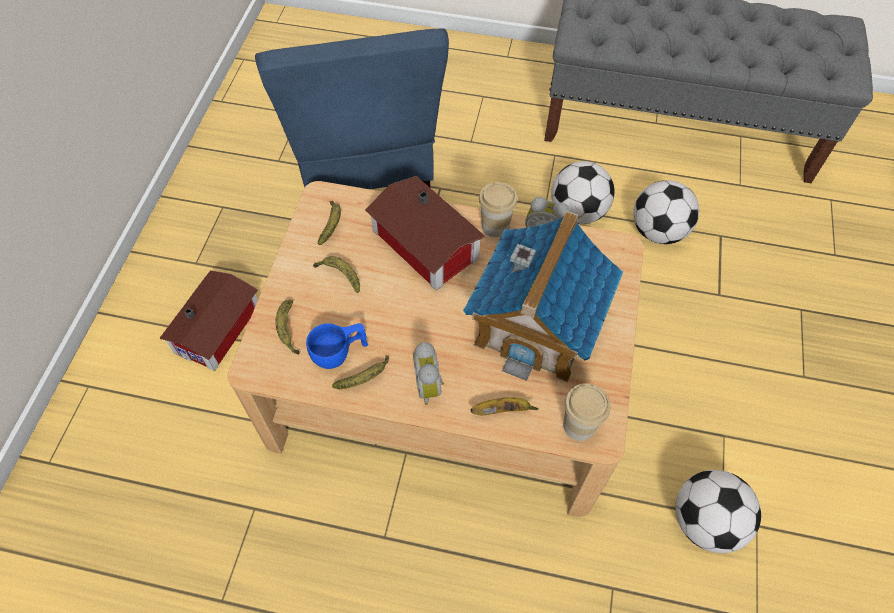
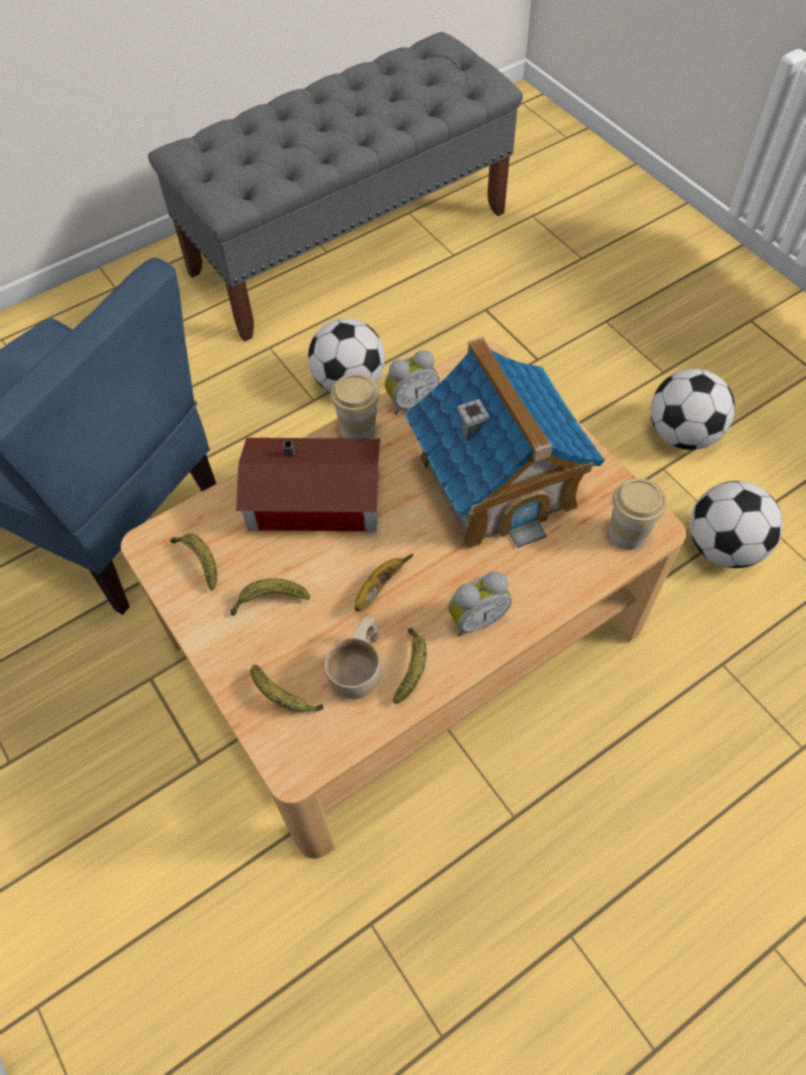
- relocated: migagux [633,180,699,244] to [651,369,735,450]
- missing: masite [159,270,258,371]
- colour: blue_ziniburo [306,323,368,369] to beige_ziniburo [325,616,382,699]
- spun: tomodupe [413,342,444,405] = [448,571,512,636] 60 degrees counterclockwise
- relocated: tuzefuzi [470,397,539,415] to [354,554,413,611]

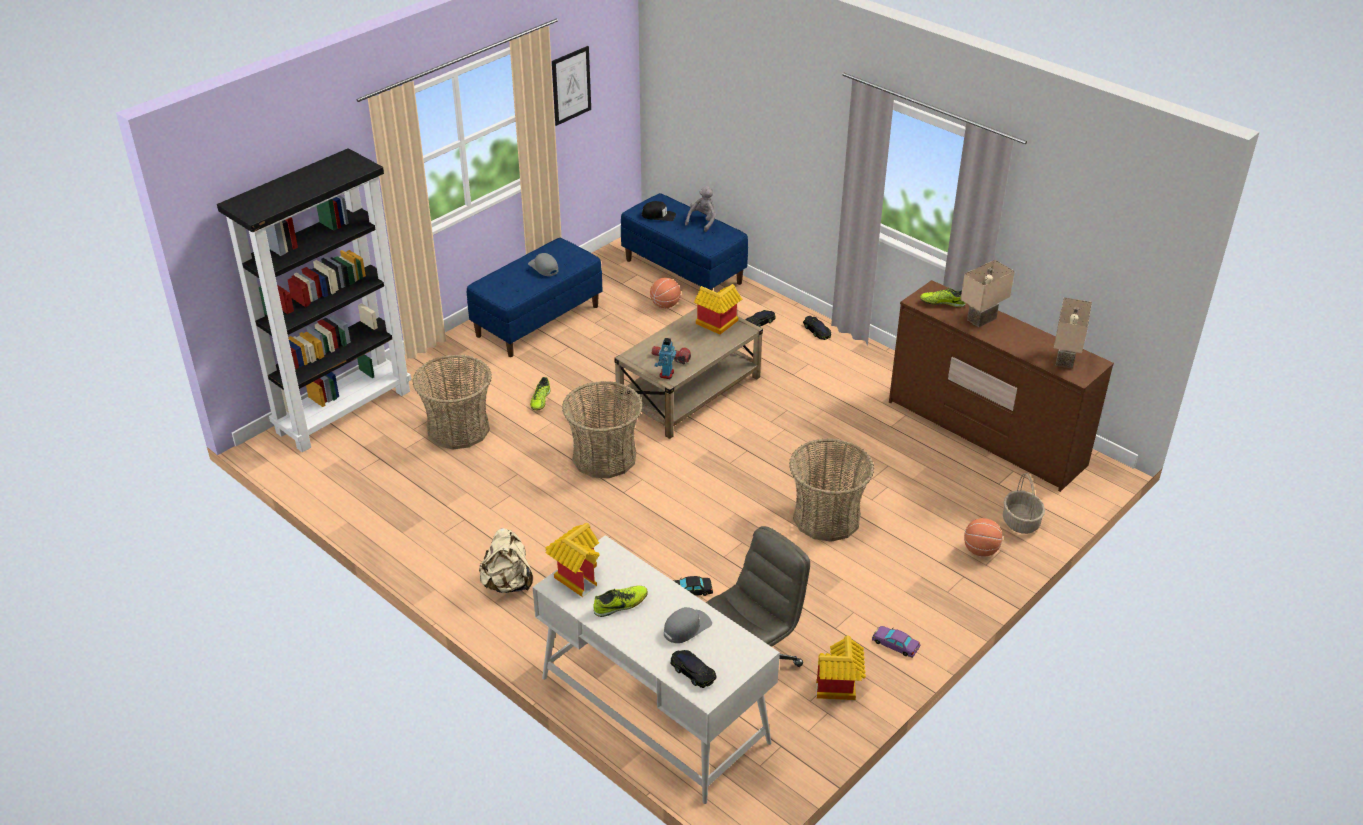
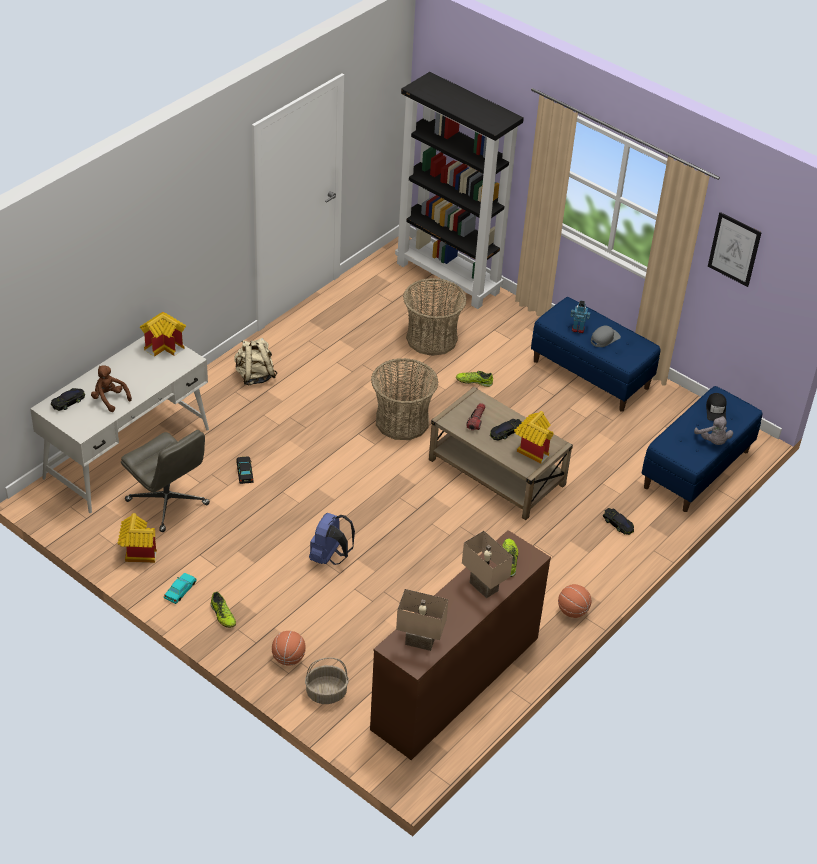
- spun: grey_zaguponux [685,186,715,232] = [694,416,733,445] 45 degrees clockwise
- relocated: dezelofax [650,278,681,308] to [558,584,591,618]
- relocated: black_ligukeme [803,316,831,340] to [490,419,522,441]
- relocated: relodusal [654,338,676,379] to [570,300,590,333]
- exchanged: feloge [789,438,874,542] to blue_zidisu [309,513,355,565]
- relocated: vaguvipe [593,585,648,617] to [211,592,236,628]
- exchanged: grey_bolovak [664,607,712,643] to brown_zaguponux [91,365,132,412]
- colour: purple_ligukeme [872,626,921,658] to turquoise_ligukeme [164,573,197,604]

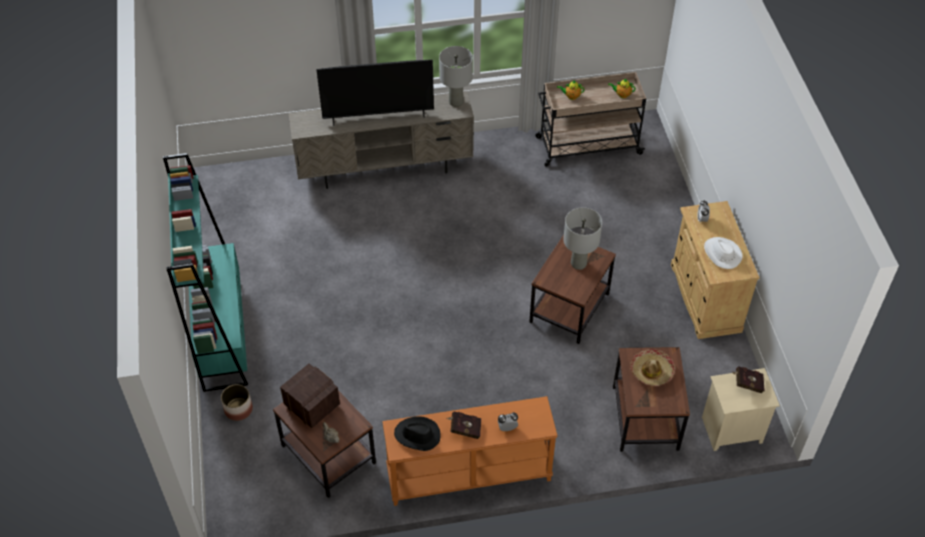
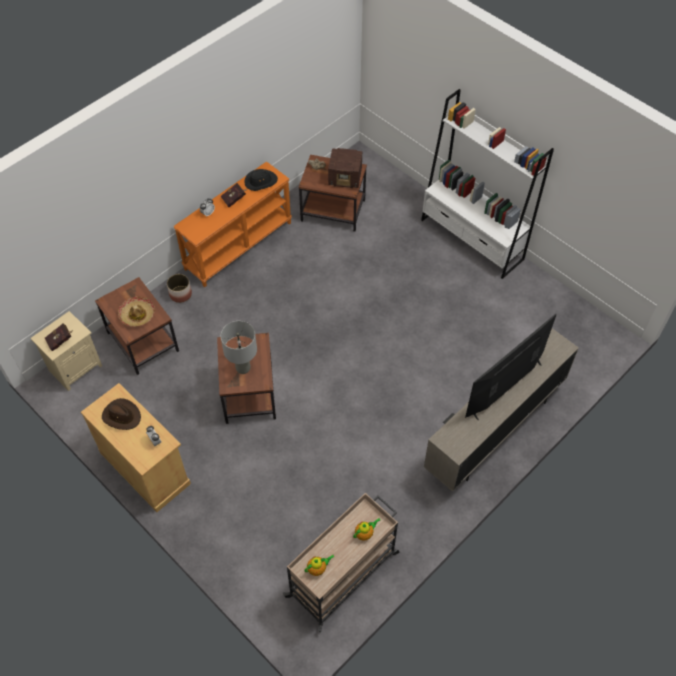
- missing: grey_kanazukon [439,46,473,107]
- colour: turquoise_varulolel [163,153,248,392] to white_varulolel [421,89,554,279]
- colour: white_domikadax [704,237,743,269] to brown_domikadax [102,398,141,430]
- relocated: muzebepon [221,384,253,421] to [167,274,192,303]

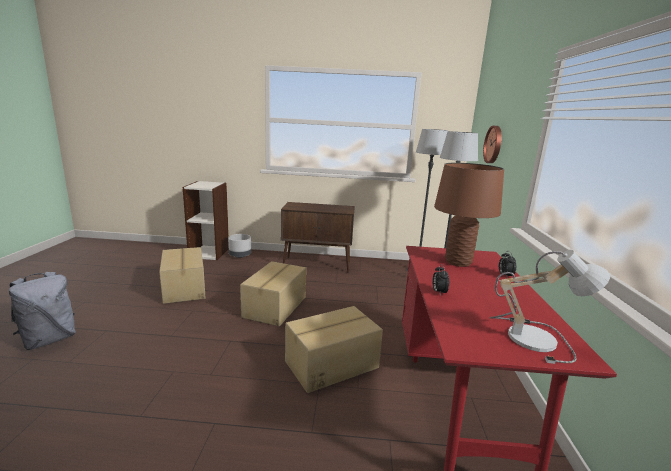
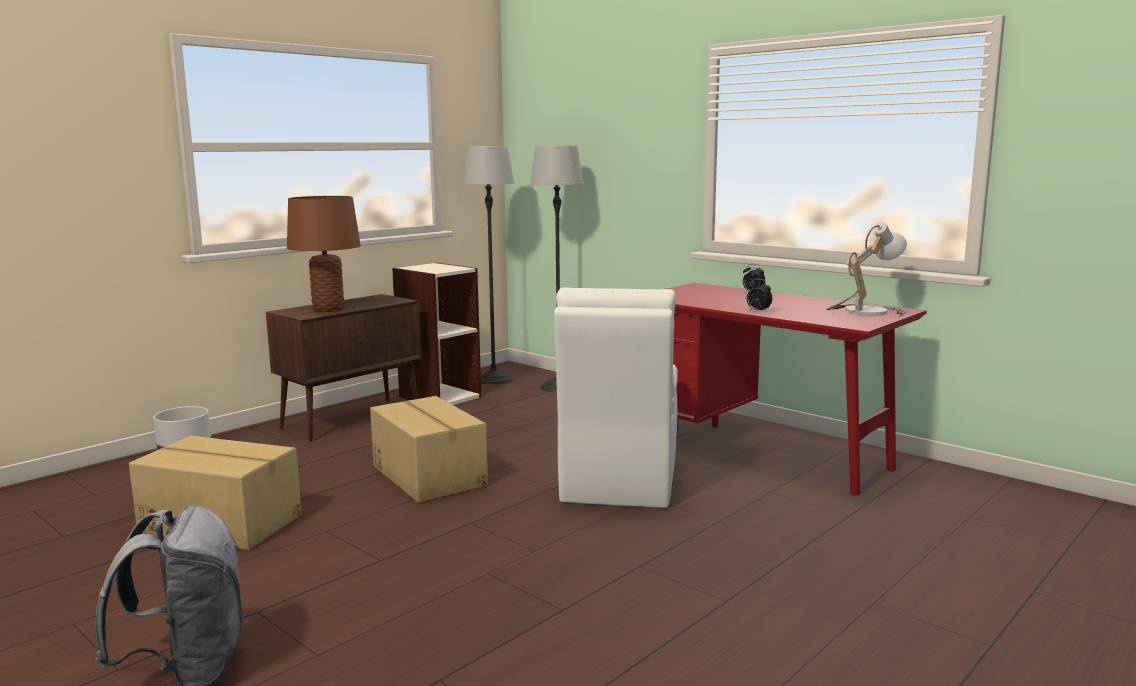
- missing: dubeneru [483,126,502,163]
- relocated: brown_kanazukon [434,163,504,267] to [287,196,361,312]
- relocated: varulolel [183,181,229,260] to [392,263,481,405]
- exchanged: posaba [285,306,383,393] to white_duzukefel [554,287,678,508]

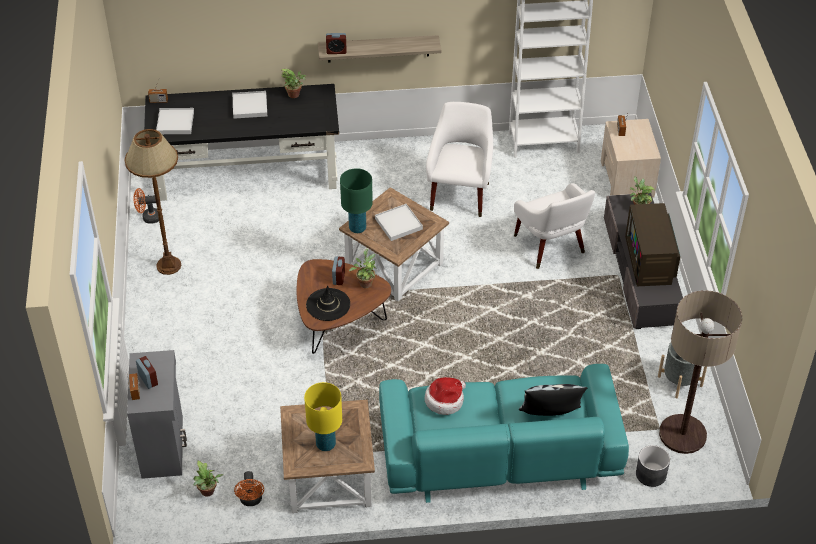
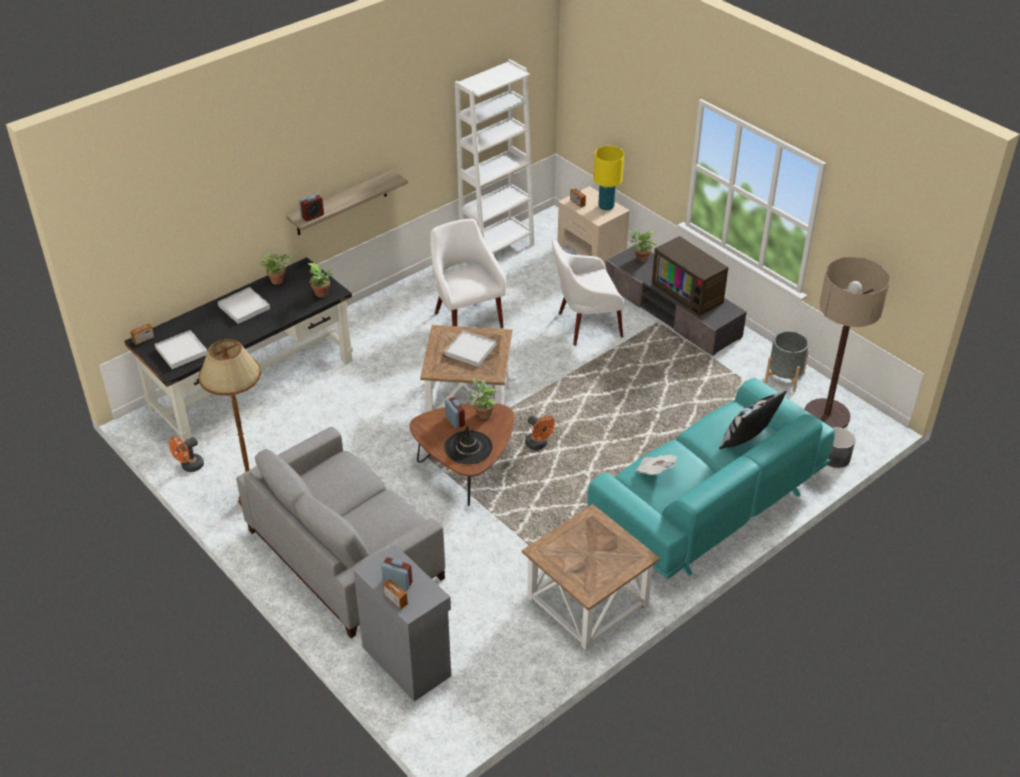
- missing: green_kanazukon [340,168,373,233]
- spun: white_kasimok [514,183,595,269] = [552,240,624,346] 135 degrees clockwise
- exchanged: domikadax [425,377,466,415] to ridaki [635,455,678,475]
- relocated: yellow_kanazukon [304,382,342,451] to [594,146,624,210]
- relocated: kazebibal [194,461,223,497] to [307,263,333,297]
- relocated: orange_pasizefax [234,471,264,506] to [525,415,555,450]
- appeared: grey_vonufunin [236,427,445,638]

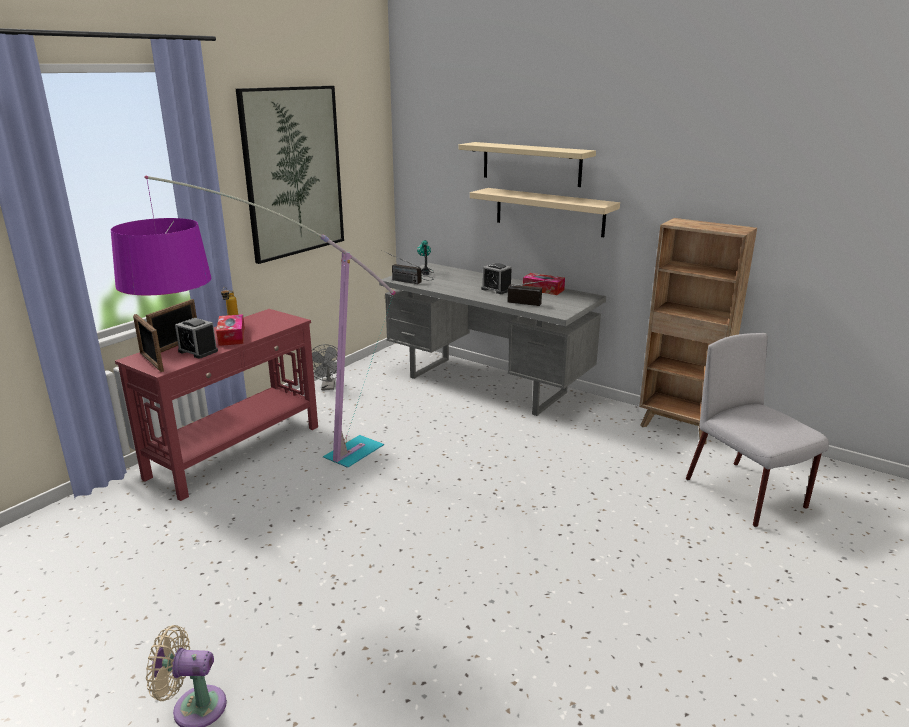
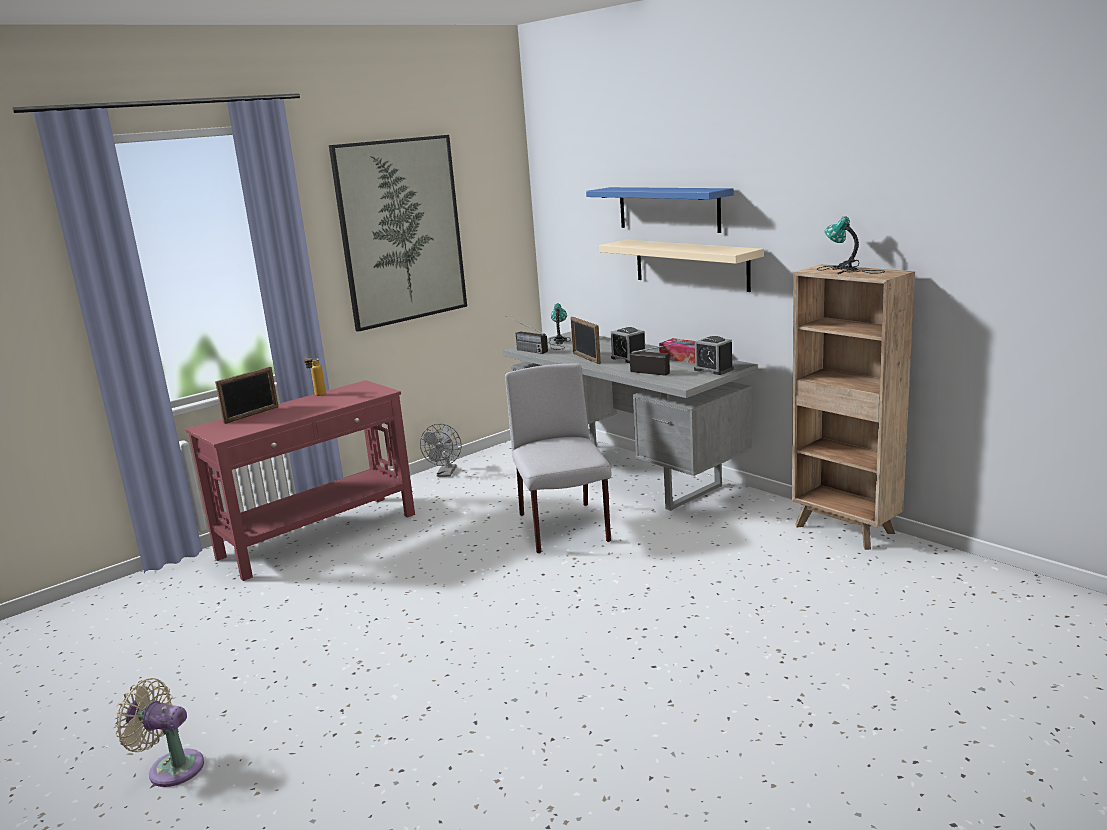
- colour: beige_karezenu [459,142,596,187] to blue_karezenu [586,187,734,233]
- missing: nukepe [111,175,395,468]
- relocated: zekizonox [133,314,164,372] to [570,317,601,364]
- missing: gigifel [216,314,245,346]
- relocated: tomodupe [175,318,218,358] to [694,336,734,375]
- relocated: grey_duzukefel [686,333,829,527] to [505,363,611,554]
- appeared: kanazukon [817,216,885,274]

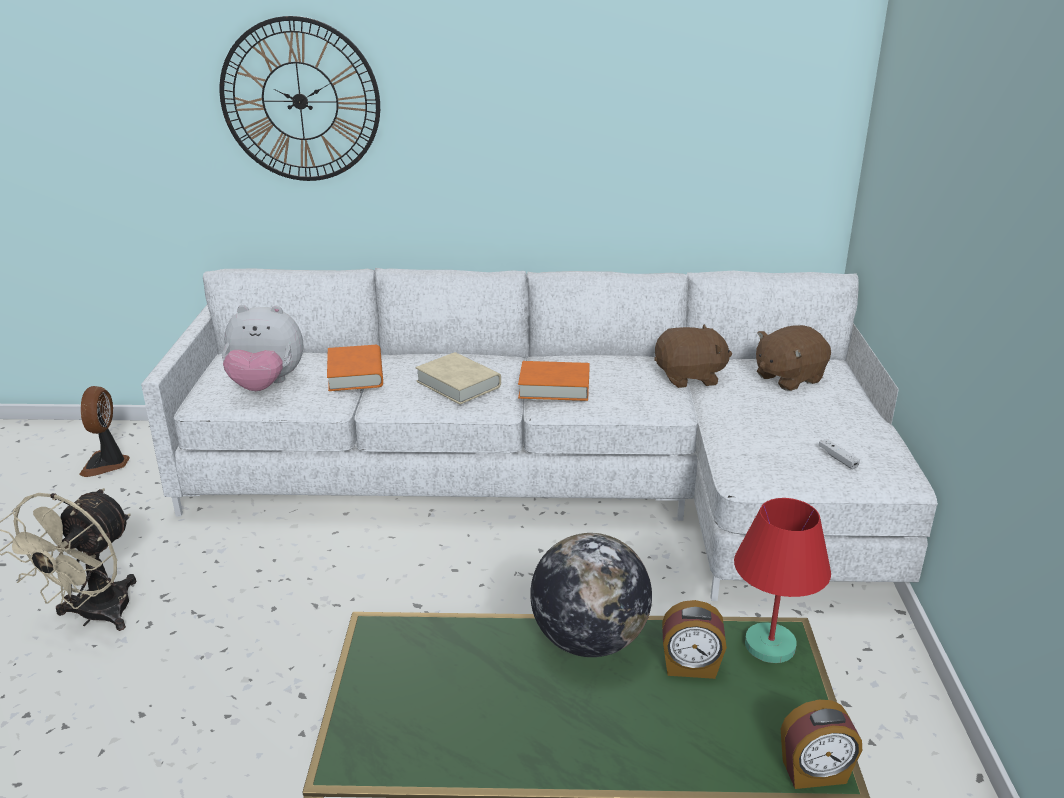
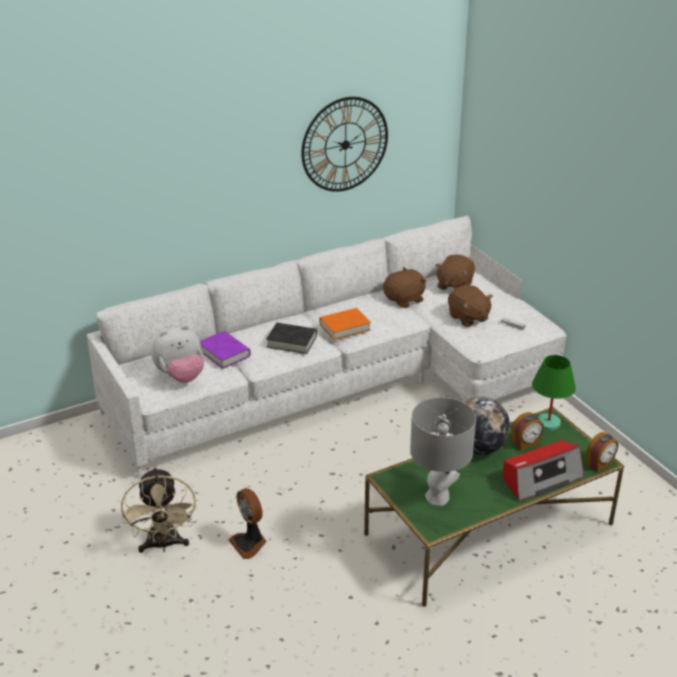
- relocated: dubeneru [220,16,380,181] to [301,97,388,192]
- colour: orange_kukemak [327,345,383,391] to purple_kukemak [200,331,251,369]
- colour: beige_kukemak [416,352,501,405] to black_kukemak [266,323,317,354]
- relocated: pasizefax [79,386,130,477] to [229,488,267,559]
- colour: red_kanazukon [734,498,831,663] to green_kanazukon [532,355,576,431]
- appeared: brown_zaguponux [448,285,493,327]
- appeared: grey_kanazukon [410,397,476,506]
- appeared: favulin [503,440,584,501]

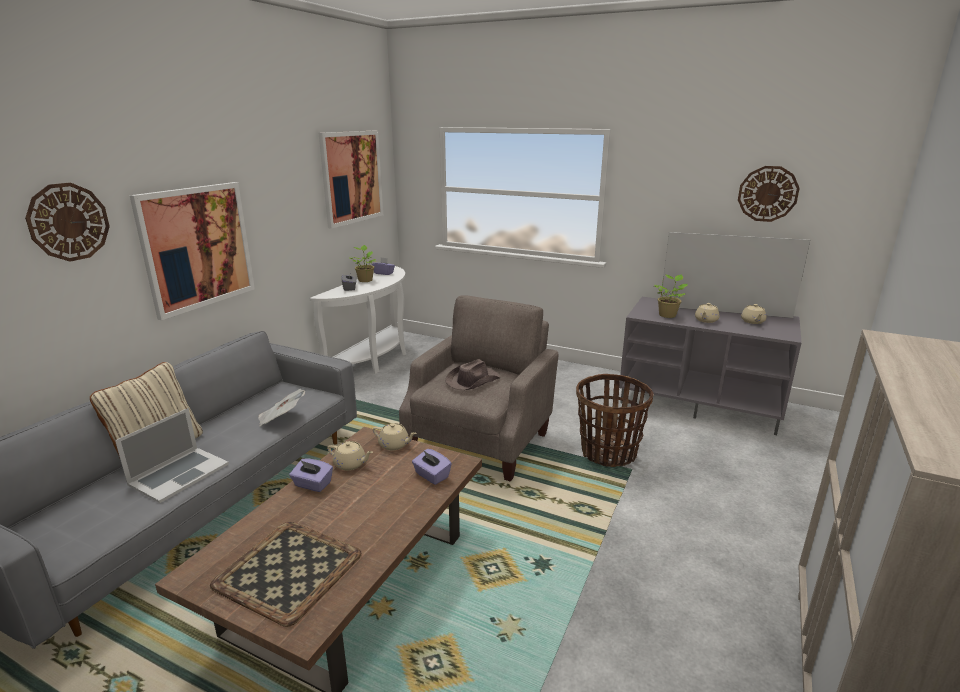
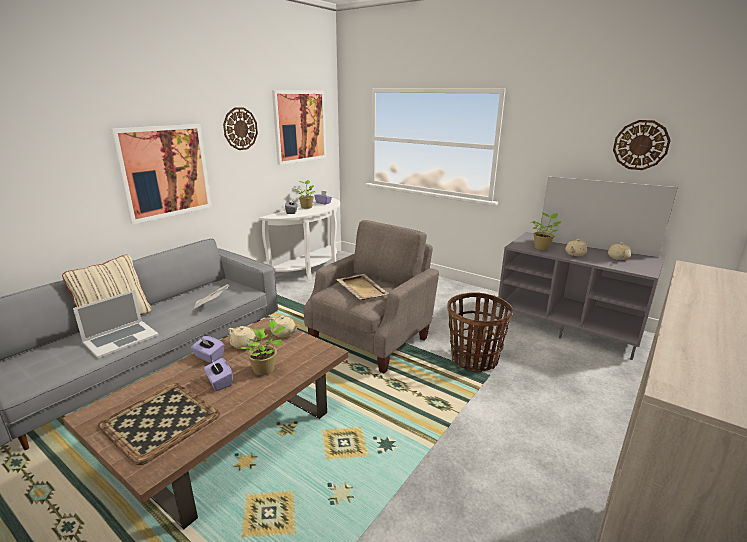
- relocated: dubeneru [25,183,110,262] to [223,107,258,150]
- exchanged: brown_domikadax [445,359,500,390] to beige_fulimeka [336,274,388,300]
- relocated: purple_gigifel [412,449,452,485] to [204,358,233,391]
- appeared: kazebibal [240,320,285,375]

